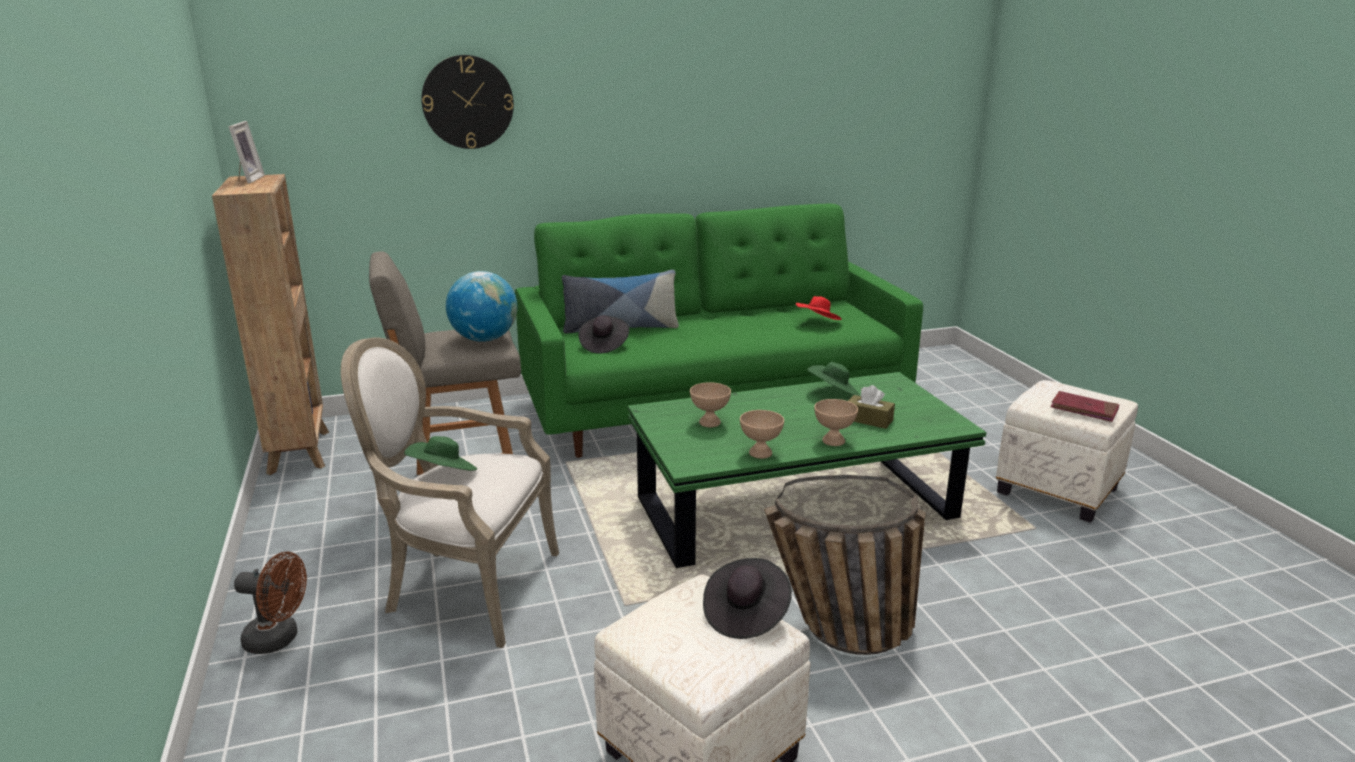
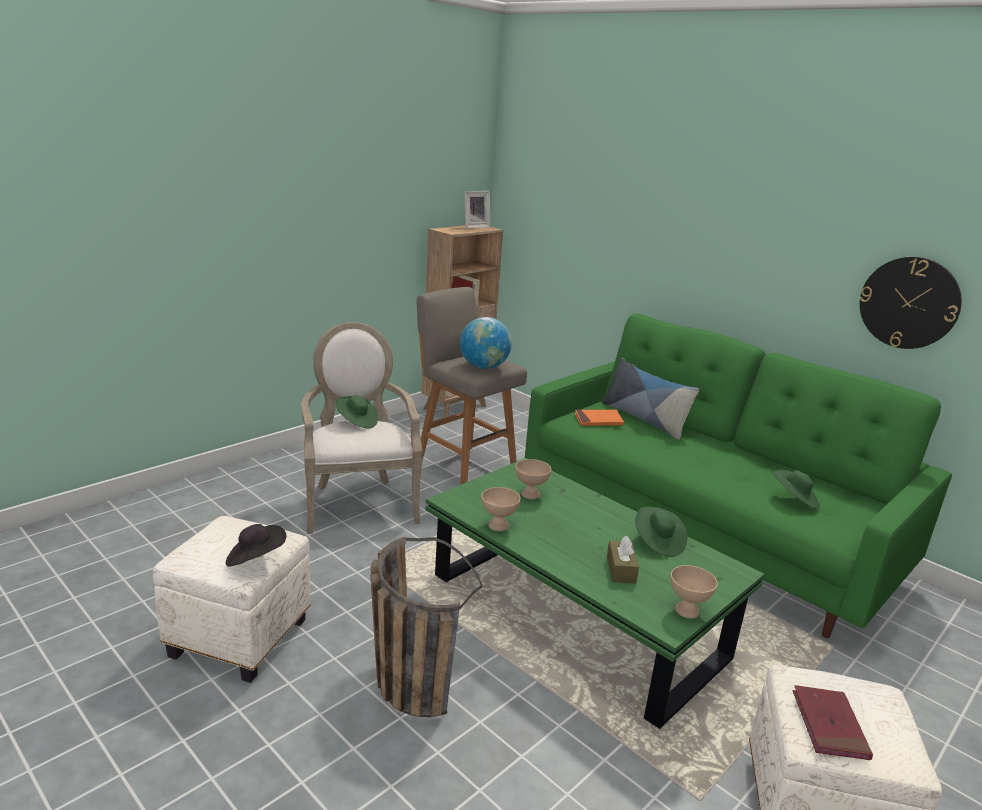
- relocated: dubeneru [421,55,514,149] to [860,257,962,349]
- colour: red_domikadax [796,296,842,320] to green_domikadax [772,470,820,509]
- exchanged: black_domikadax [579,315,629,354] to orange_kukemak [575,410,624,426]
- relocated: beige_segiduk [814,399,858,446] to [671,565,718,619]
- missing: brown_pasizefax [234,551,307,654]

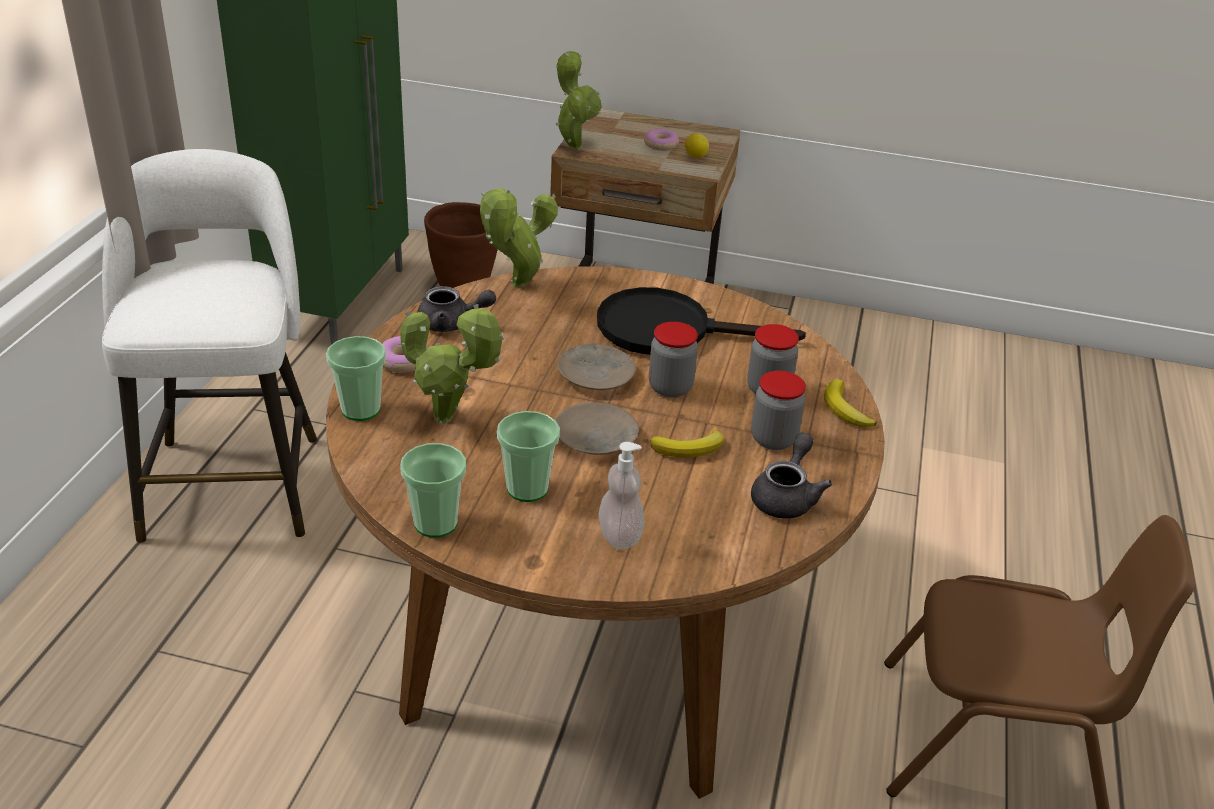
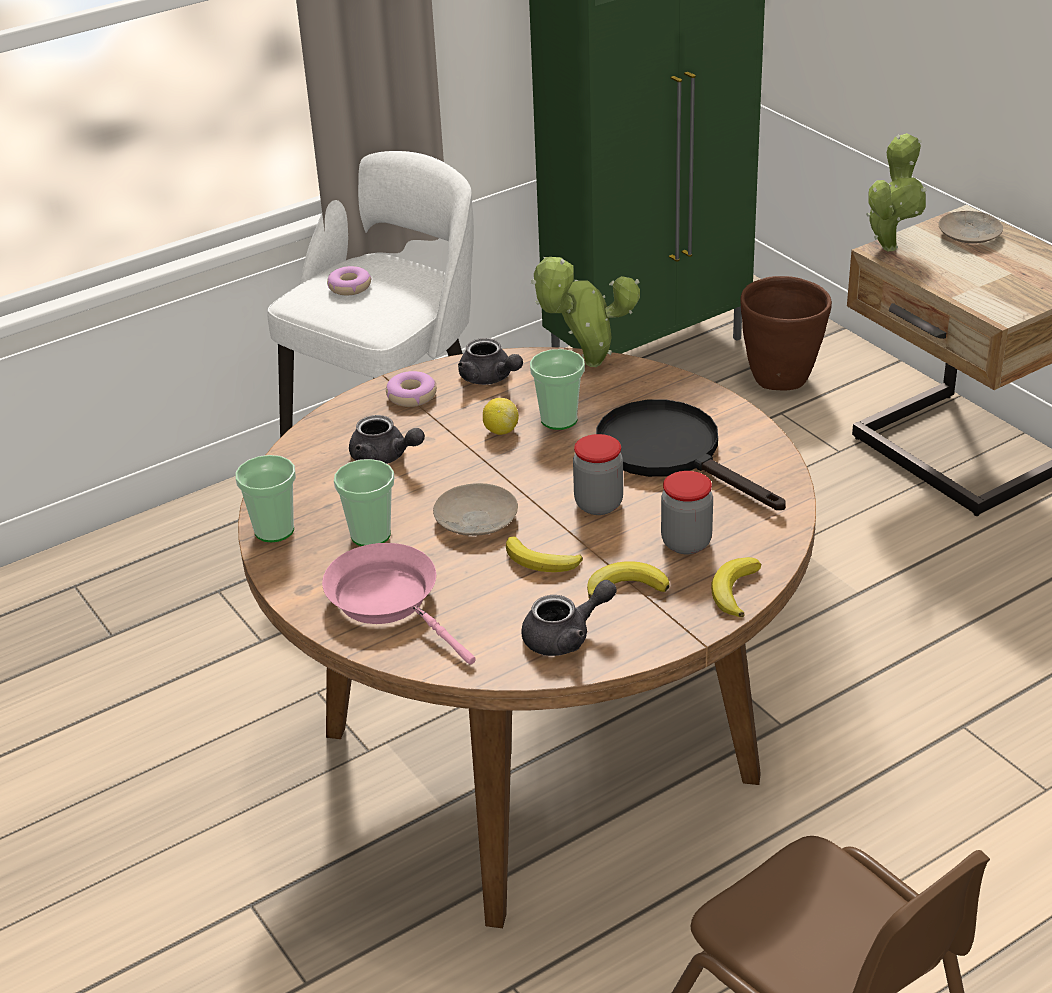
- relocated: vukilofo [644,129,679,151] to [327,266,372,295]
- relocated: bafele [685,133,709,158] to [483,398,519,435]
- exchanged: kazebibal [400,304,505,424] to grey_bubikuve [349,415,425,464]
- relocated: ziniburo [326,336,386,421] to [530,349,585,430]
- relocated: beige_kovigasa [558,343,636,390] to [938,211,1003,244]
- exchanged: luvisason [751,371,806,450] to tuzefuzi [587,561,670,599]
- exchanged: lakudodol [599,442,645,549] to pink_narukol [322,543,476,664]

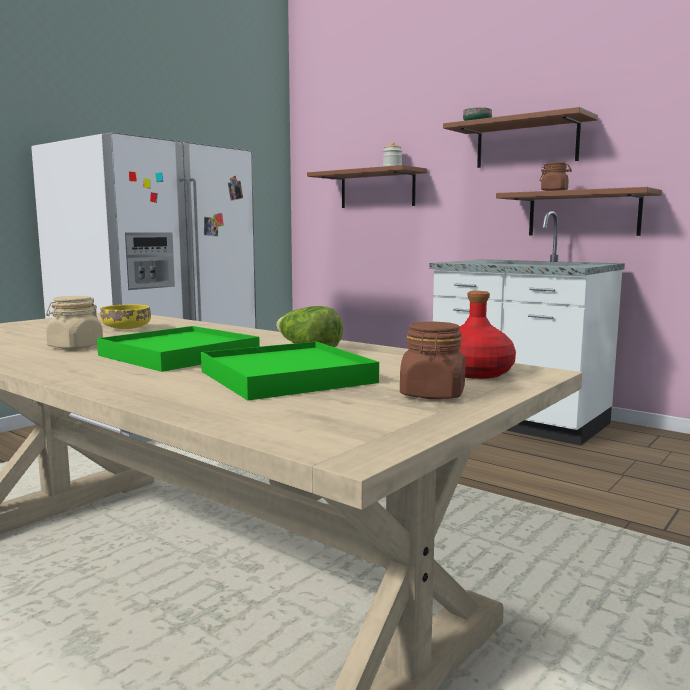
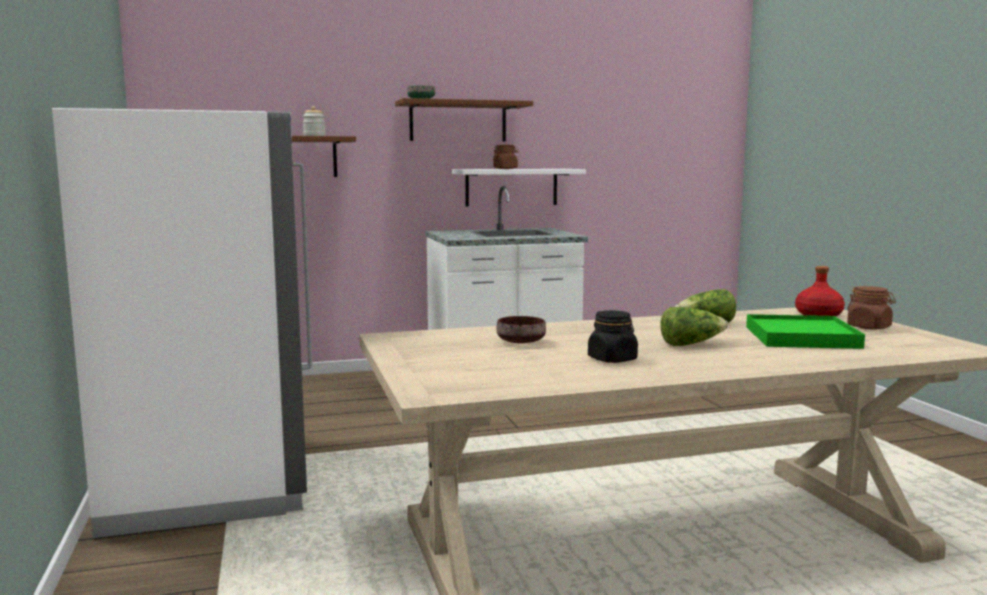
- colour: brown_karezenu [496,187,662,236] to white_karezenu [452,169,586,206]
- colour: beige_luvisason [46,296,103,349] to black_luvisason [588,310,638,363]
- colour: yellow_segiduk [100,304,151,329] to brown_segiduk [497,316,546,344]
- exchanged: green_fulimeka [97,326,260,372] to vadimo [660,307,728,346]

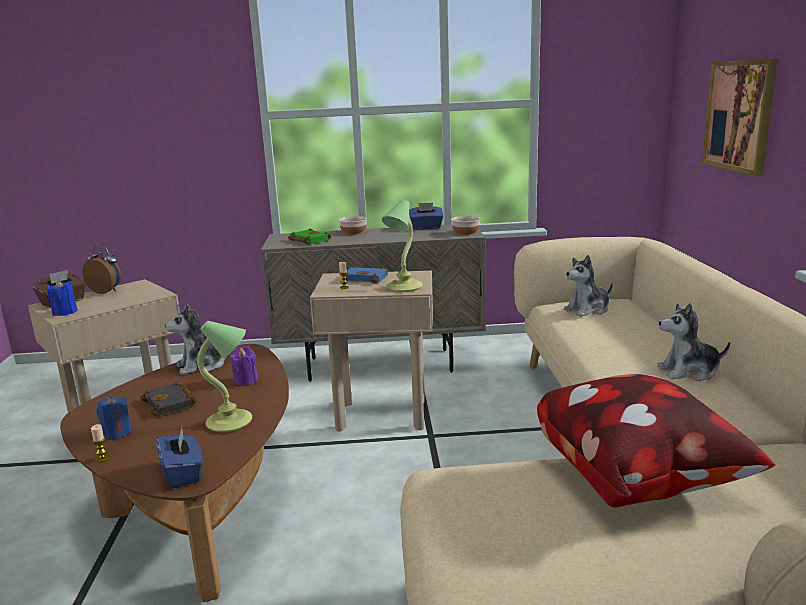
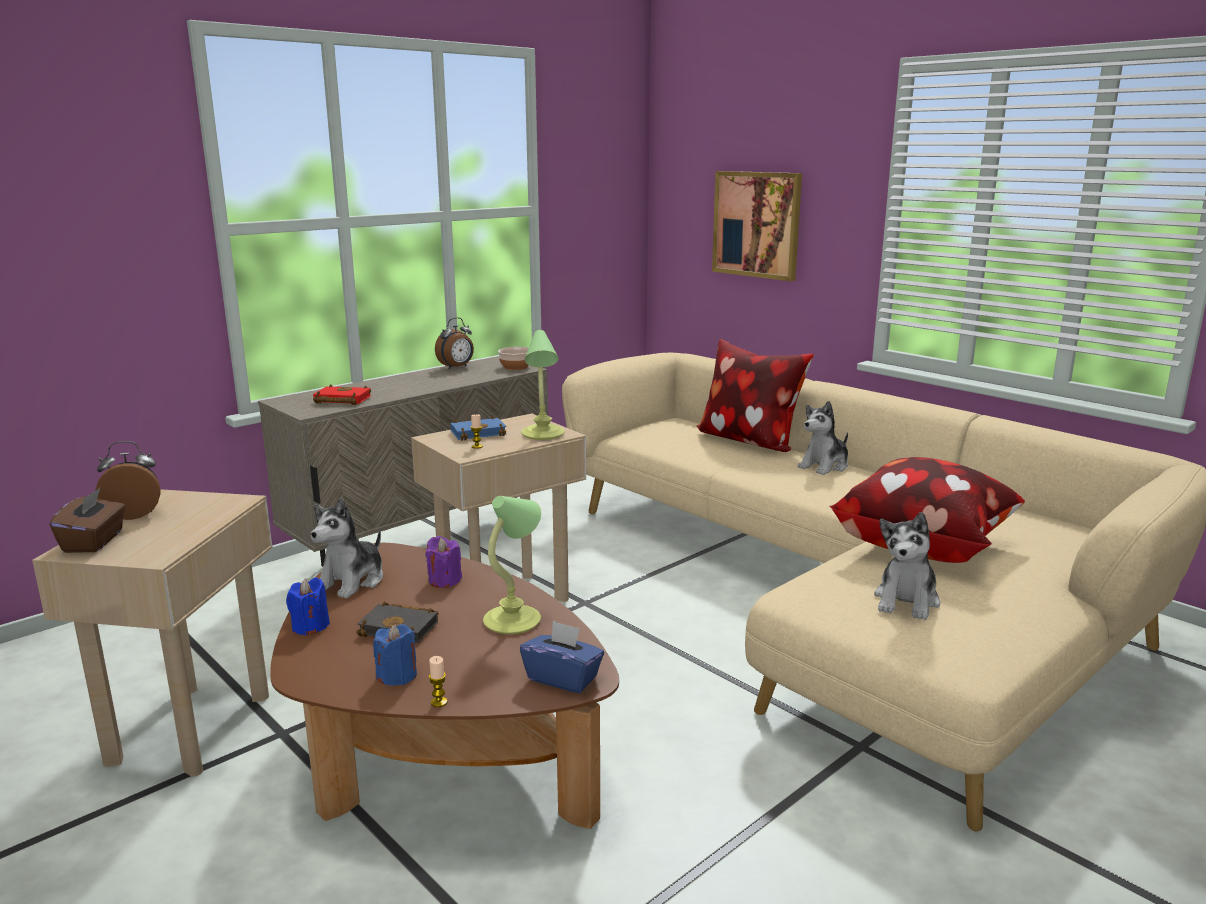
- exchanged: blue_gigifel [409,203,443,230] to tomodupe [435,317,474,369]
- missing: segiduk [339,216,367,235]
- colour: green_kukemak [288,228,332,245] to red_kukemak [313,384,371,405]
- relocated: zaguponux [564,255,613,317] to [874,512,940,620]
- relocated: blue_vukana [47,279,78,316] to [286,578,330,635]
- appeared: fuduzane [697,339,814,452]

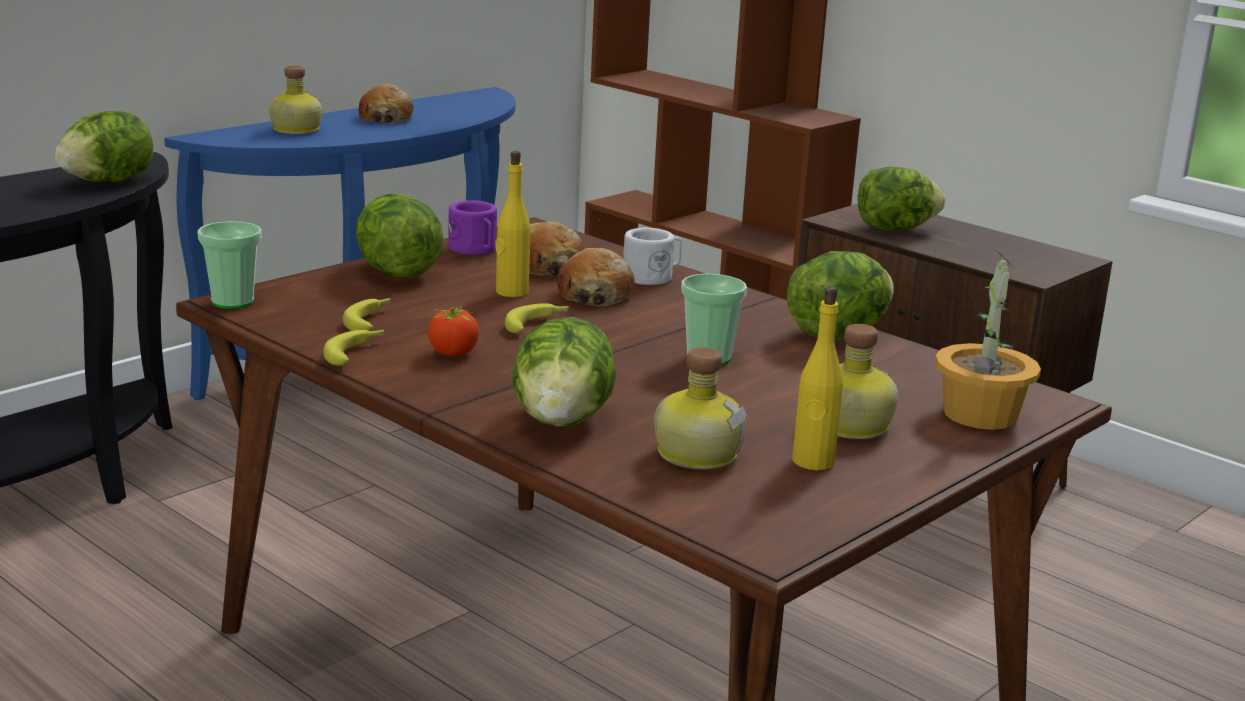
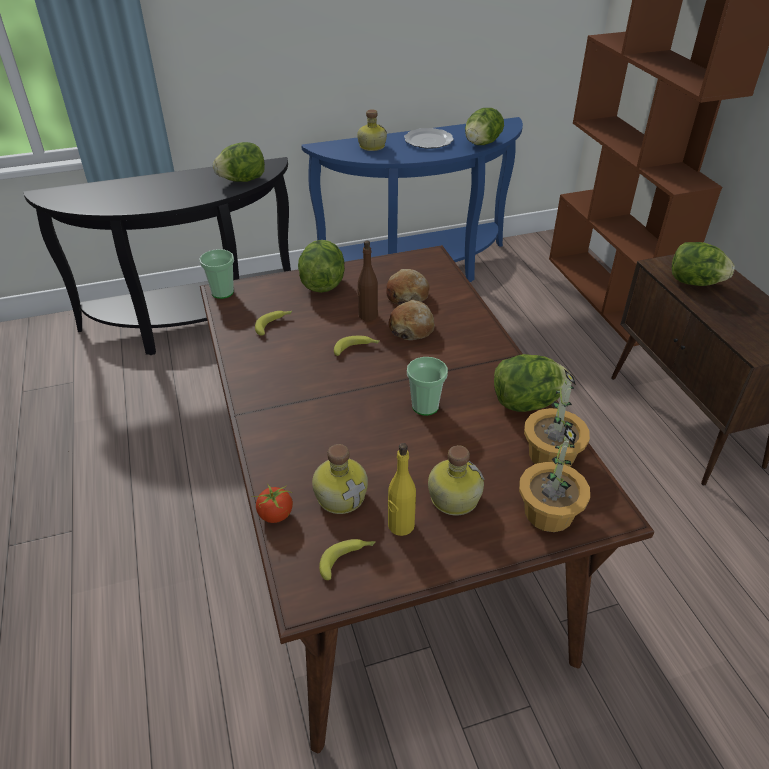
- exchanged: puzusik [358,84,413,123] to kovigasa [404,128,454,149]
- colour: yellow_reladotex [495,151,531,297] to brown_reladotex [357,241,378,321]
- missing: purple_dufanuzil [448,200,497,255]
- missing: white_dufanuzil [623,228,682,285]
- relocated: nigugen [428,306,479,356] to [251,483,293,523]
- relocated: vadimo [512,317,616,427] to [465,108,504,145]
- relocated: tuzefuzi [323,330,384,366] to [319,539,376,580]
- appeared: kazebibal [524,369,590,467]

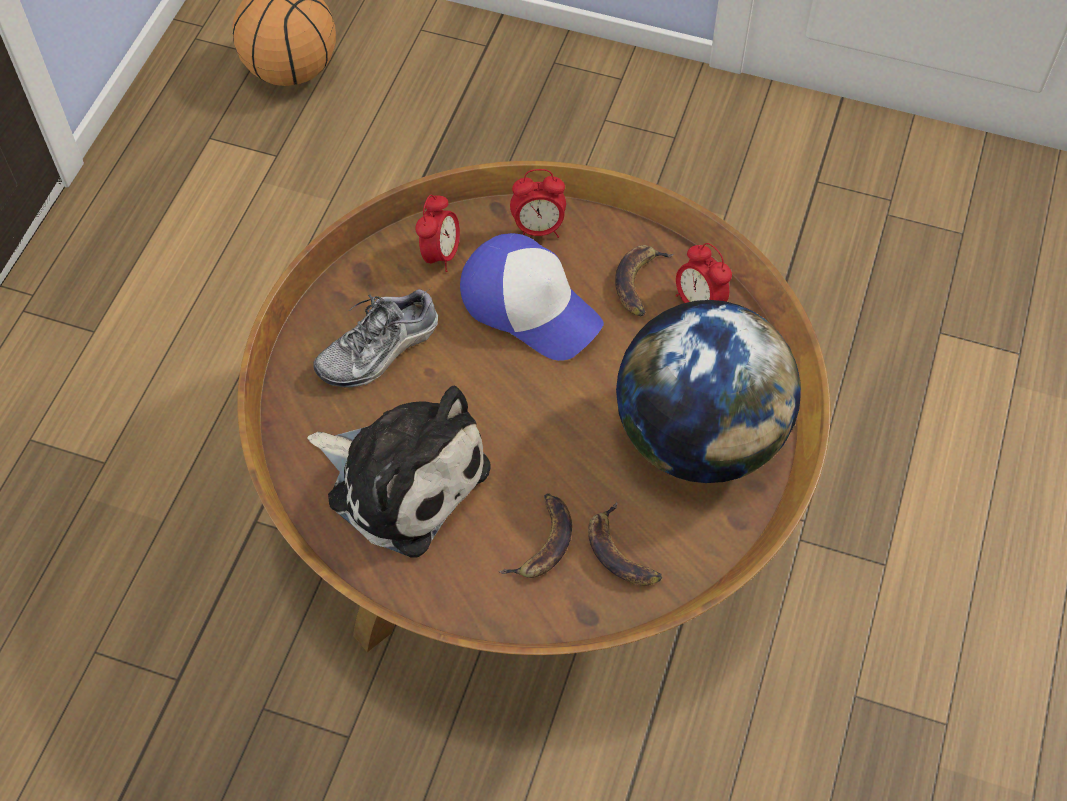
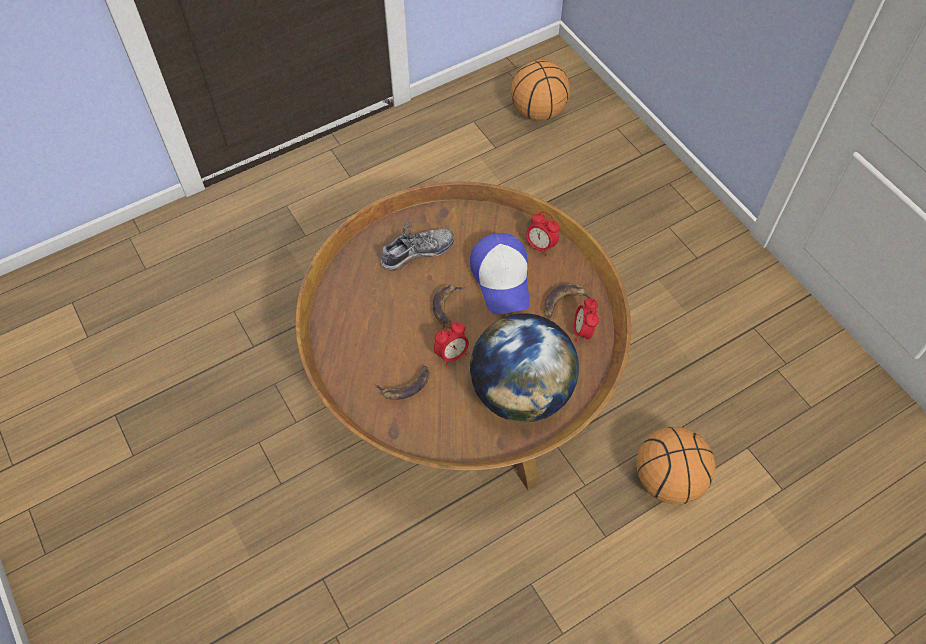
- relocated: tomodupe [415,194,460,272] to [434,322,469,366]
- spun: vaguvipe [313,288,438,388] = [381,220,454,271] 150 degrees clockwise
- missing: zaguponux [307,385,491,557]
- relocated: tuzefuzi [588,502,662,586] to [433,284,465,328]
- appeared: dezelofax [636,427,715,504]

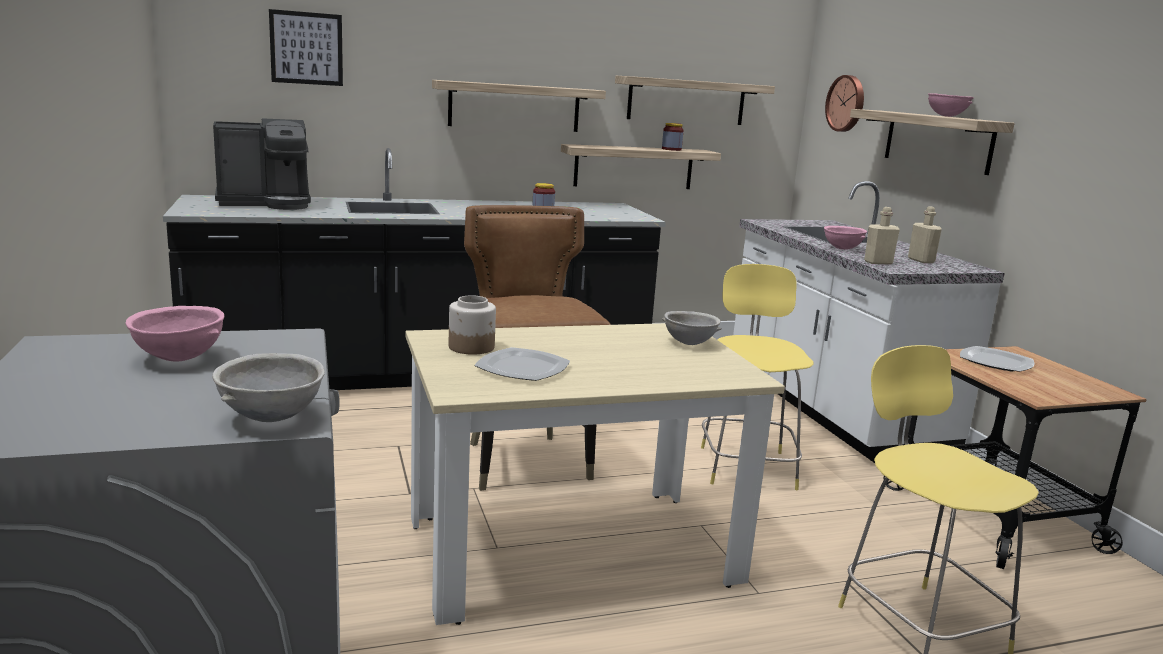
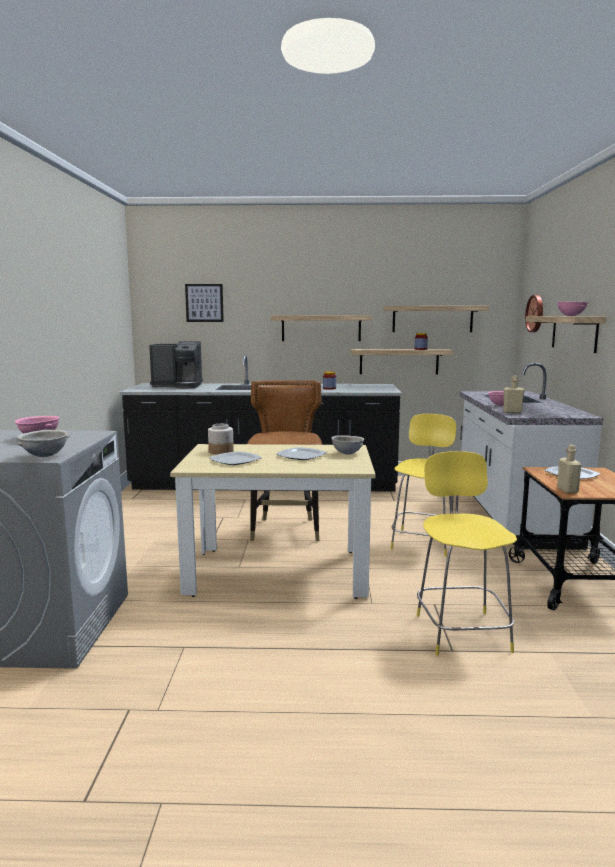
- relocated: beige_reladotex [908,206,942,263] to [557,445,581,493]
- appeared: kovigasa [276,447,327,460]

